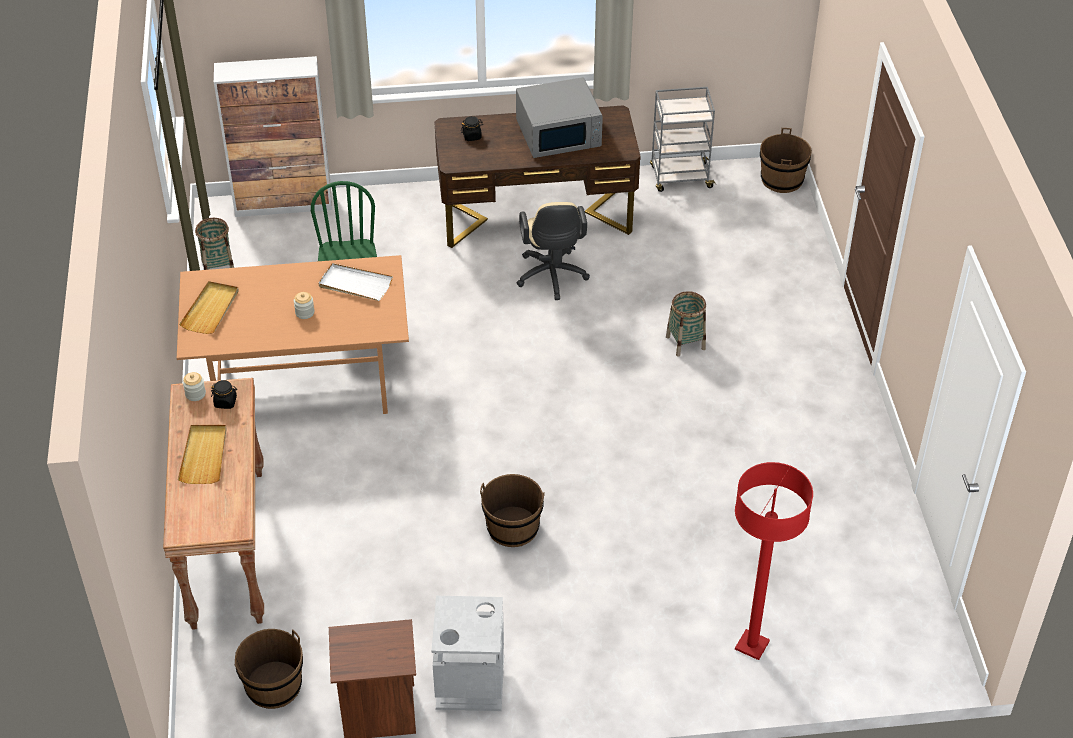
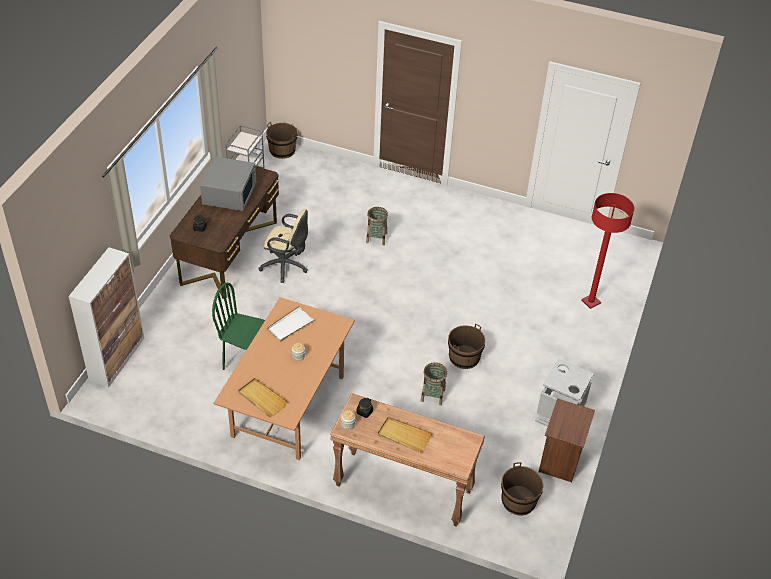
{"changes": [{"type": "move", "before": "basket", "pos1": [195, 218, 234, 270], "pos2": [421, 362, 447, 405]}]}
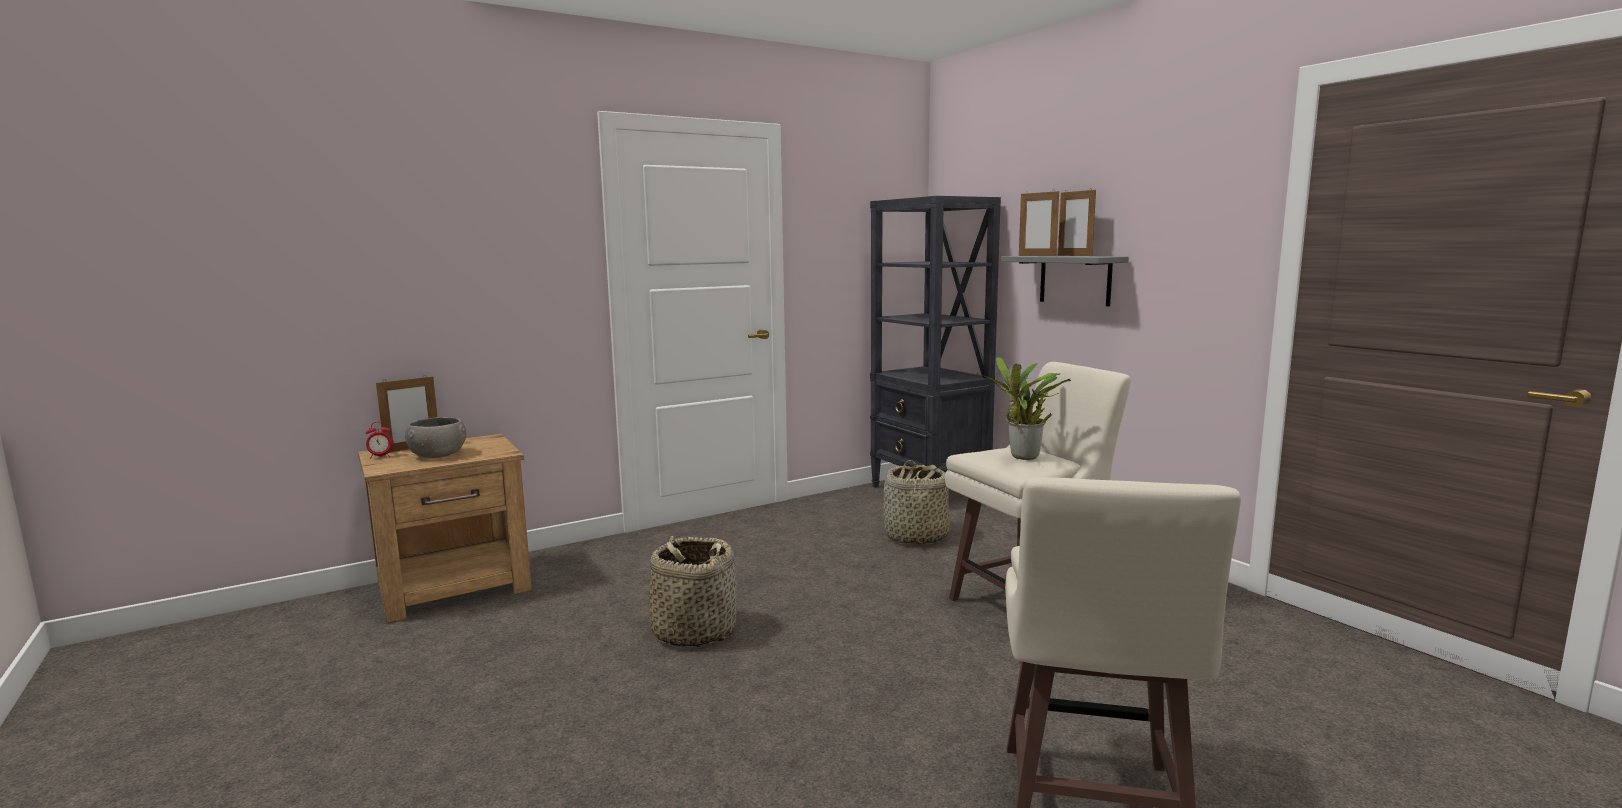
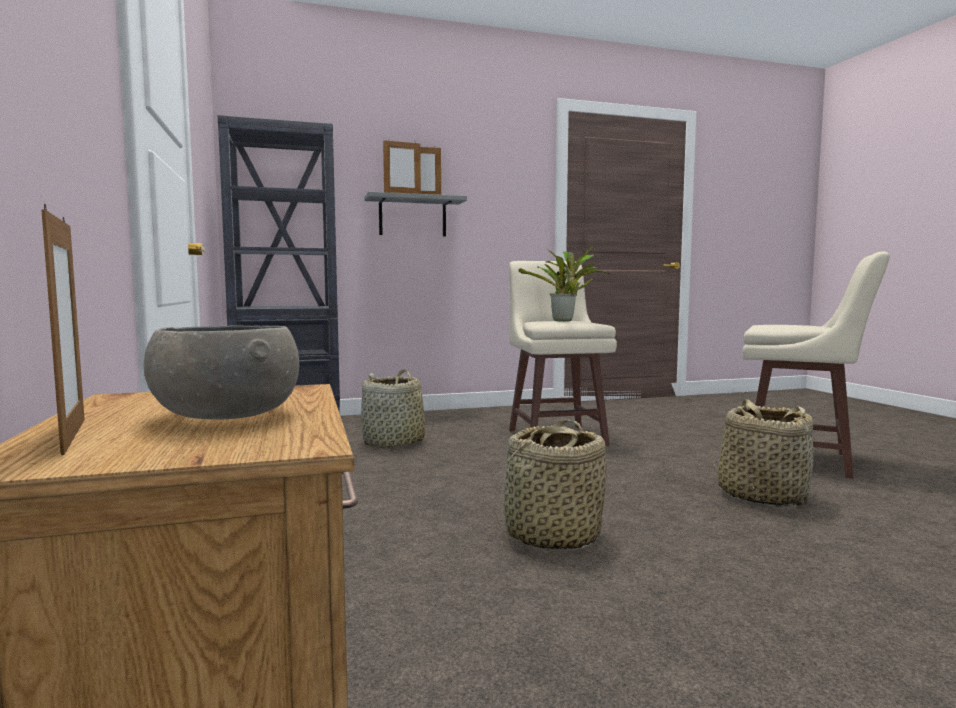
{"changes": [{"type": "delete", "before": "alarm clock", "pos1": [366, 422, 394, 457]}, {"type": "insert", "after": "basket", "pos2": [712, 399, 817, 507]}]}
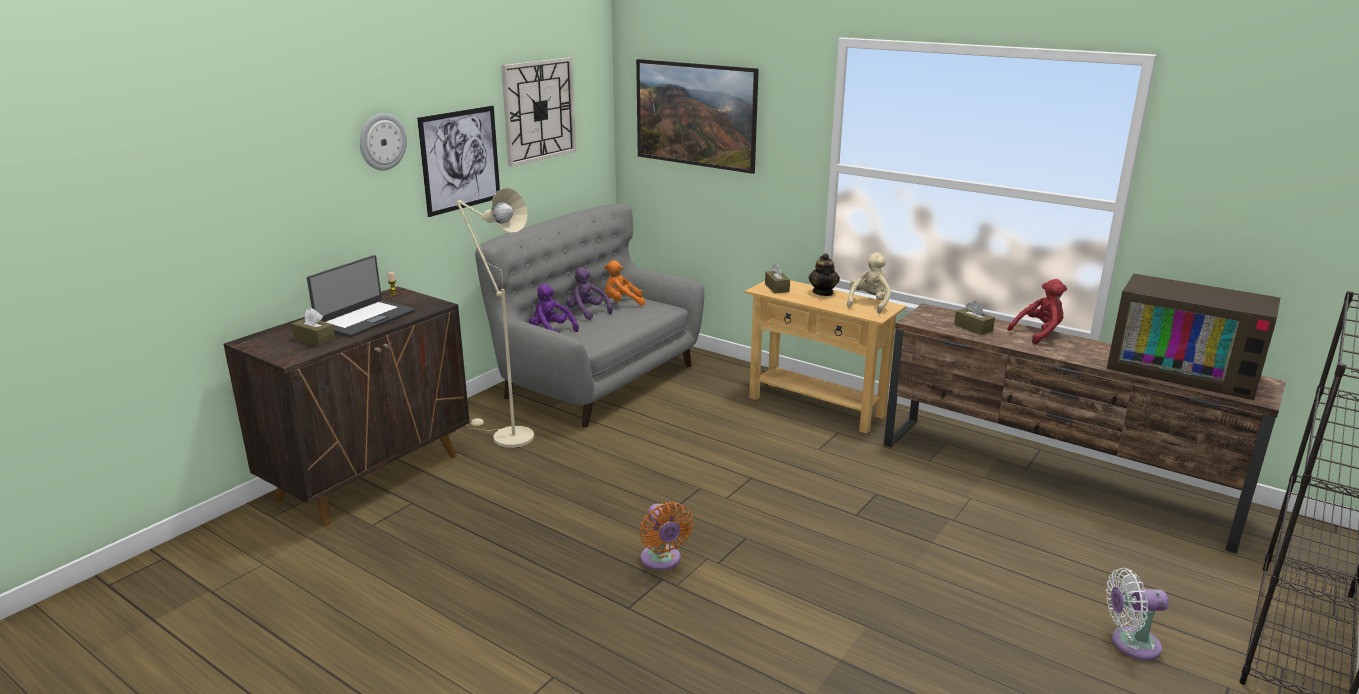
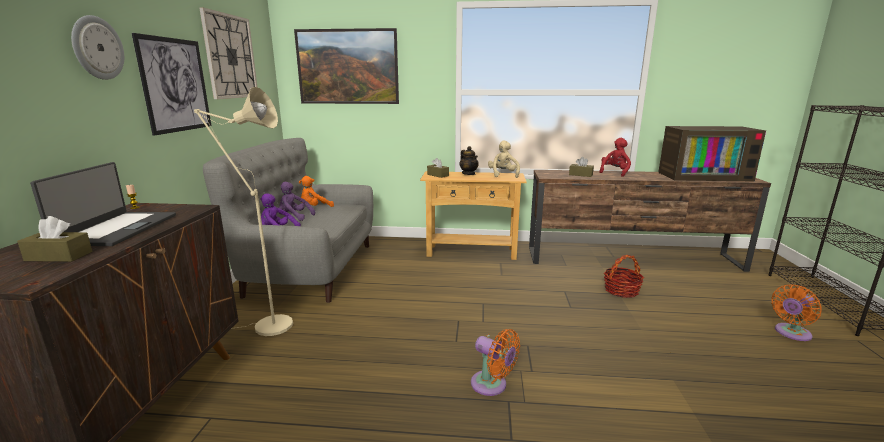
{"changes": [{"type": "recolor", "before": "fan (white)", "after": "fan (orange)", "pos1": [1106, 568, 1169, 660], "pos2": [771, 284, 822, 341]}, {"type": "insert", "after": "basket", "pos2": [604, 255, 644, 298]}]}
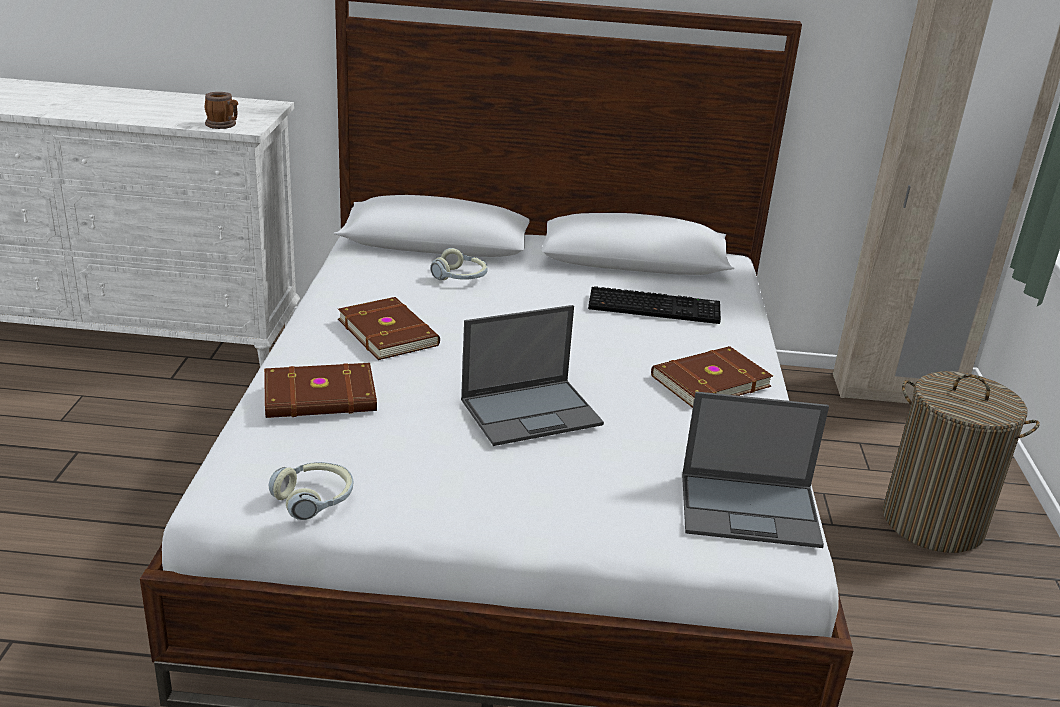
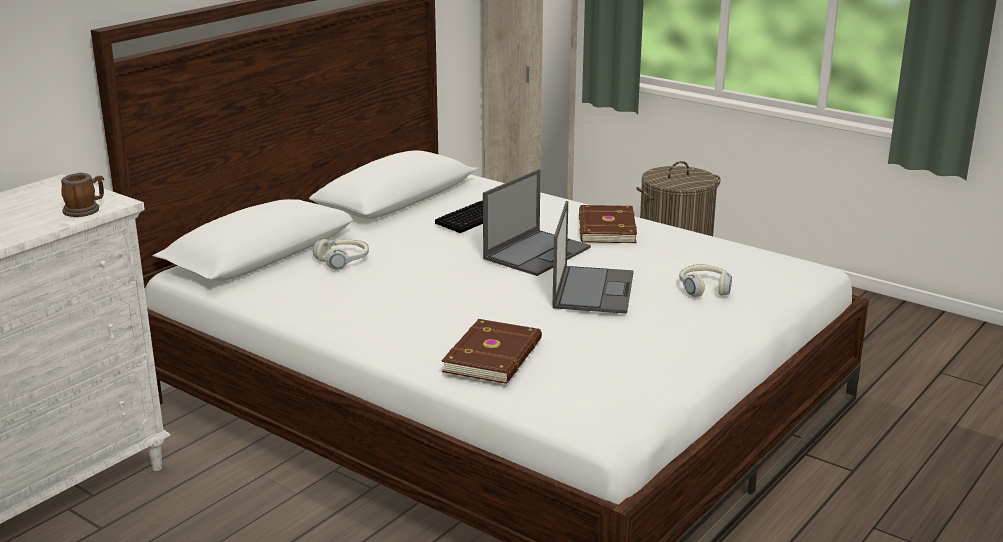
{"changes": [{"type": "delete", "before": "book (brown)", "pos1": [338, 297, 440, 360]}, {"type": "move", "before": "laptop", "pos1": [682, 391, 829, 548], "pos2": [483, 169, 591, 276]}, {"type": "move", "before": "headphones", "pos1": [268, 462, 353, 520], "pos2": [679, 264, 732, 297]}]}
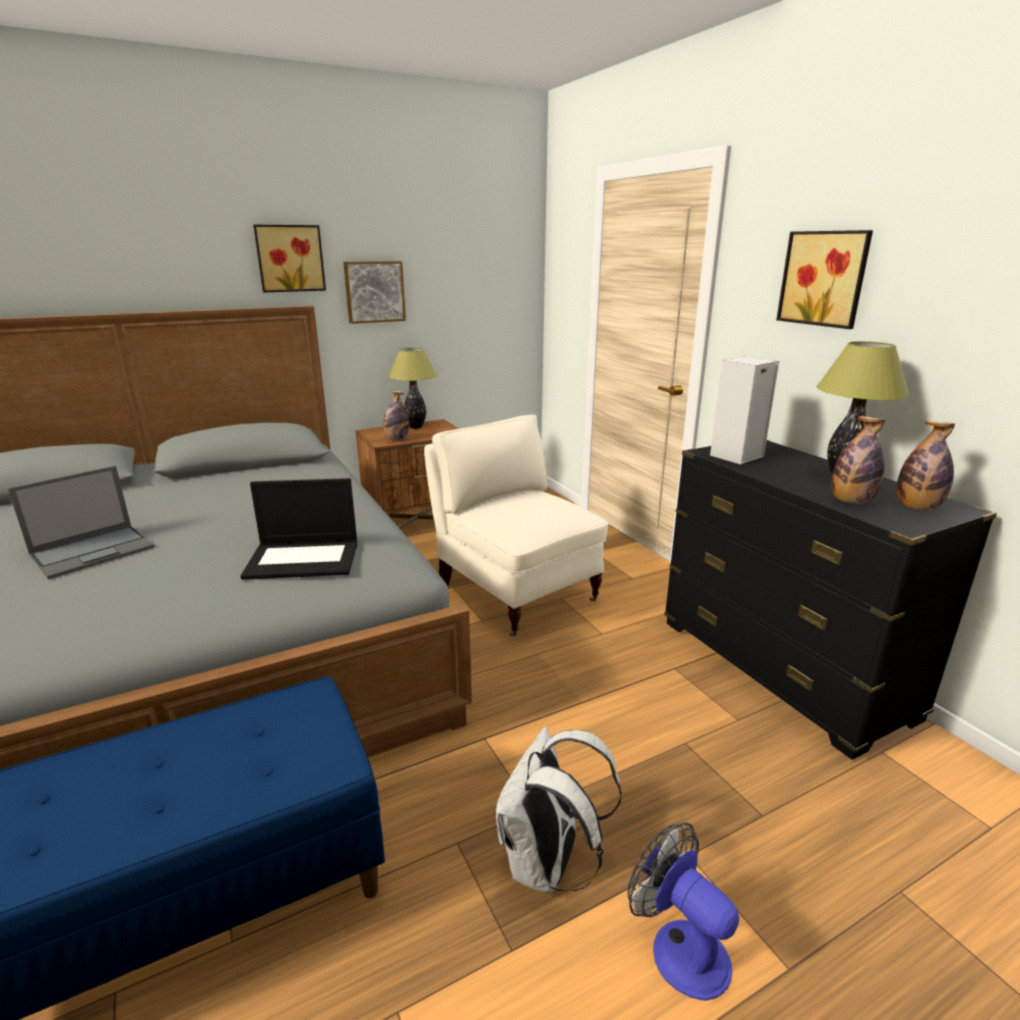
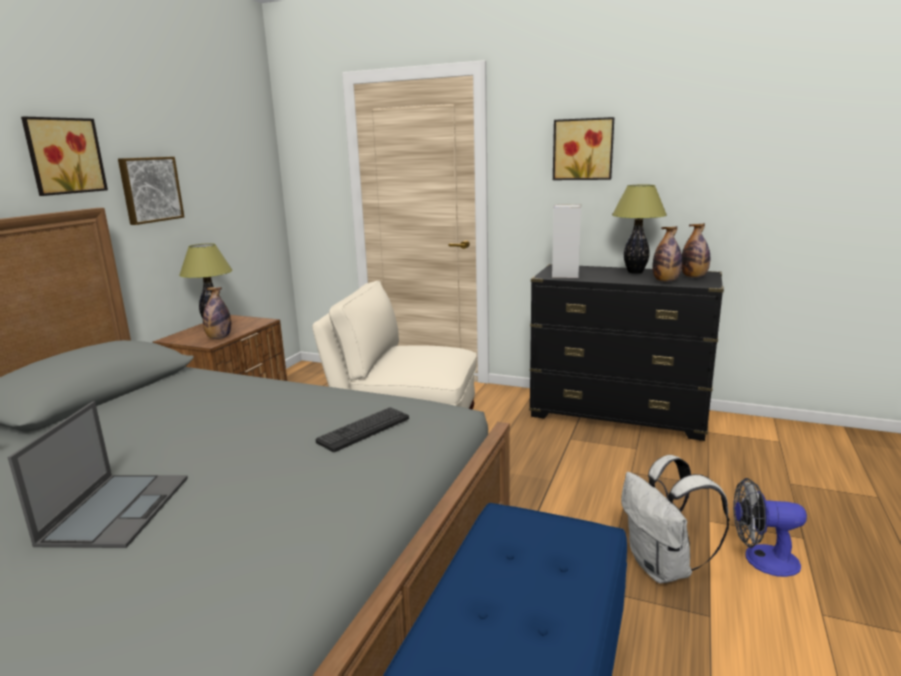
{"changes": [{"type": "replace", "before": "laptop", "after": "keyboard", "pos1": [241, 478, 358, 580], "pos2": [316, 407, 409, 452]}]}
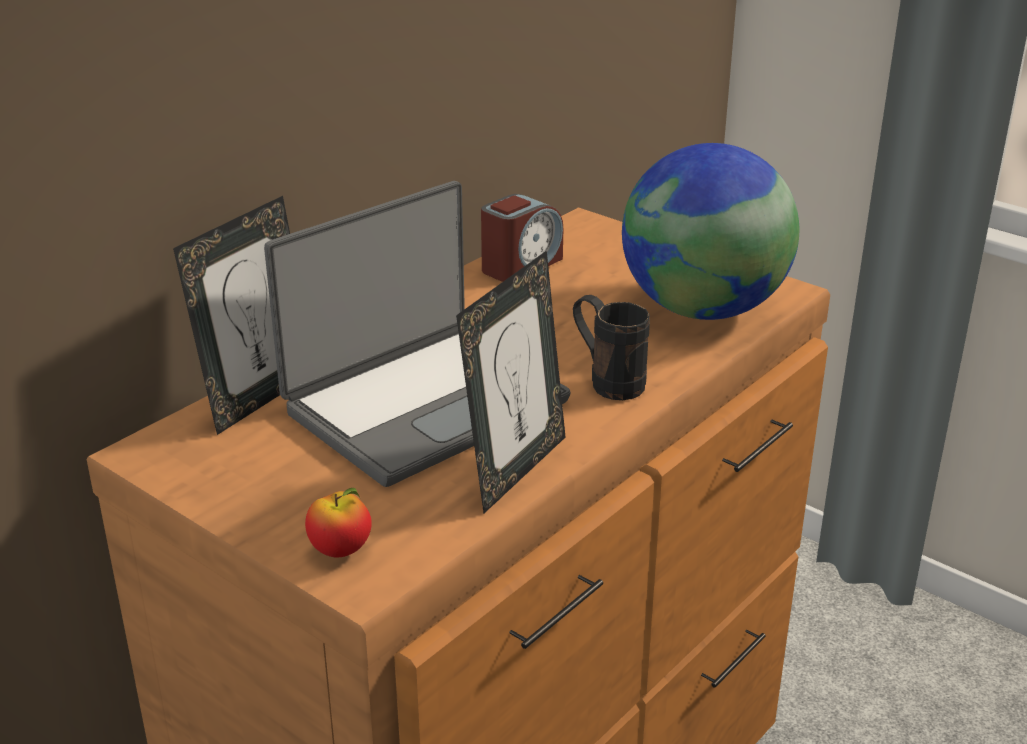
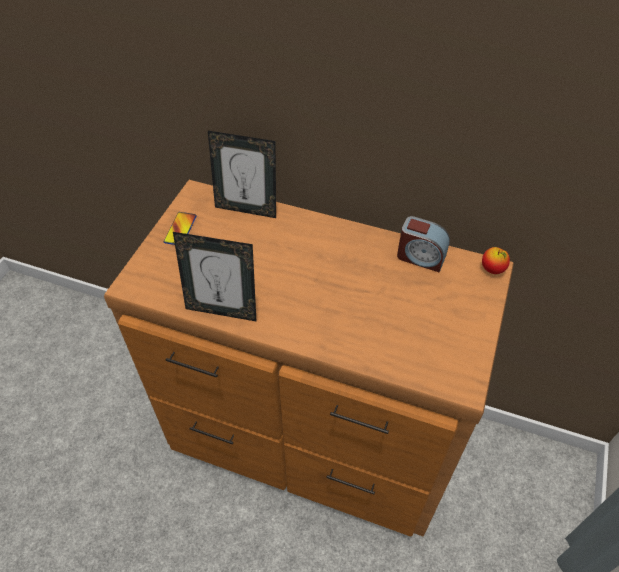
{"changes": [{"type": "delete", "before": "globe", "pos1": [622, 143, 799, 320]}, {"type": "delete", "before": "laptop", "pos1": [264, 181, 570, 487]}, {"type": "delete", "before": "mug (black)", "pos1": [573, 295, 650, 400]}, {"type": "move", "before": "apple", "pos1": [305, 488, 372, 557], "pos2": [482, 247, 510, 274]}, {"type": "insert", "after": "phone", "pos2": [164, 212, 197, 245]}]}
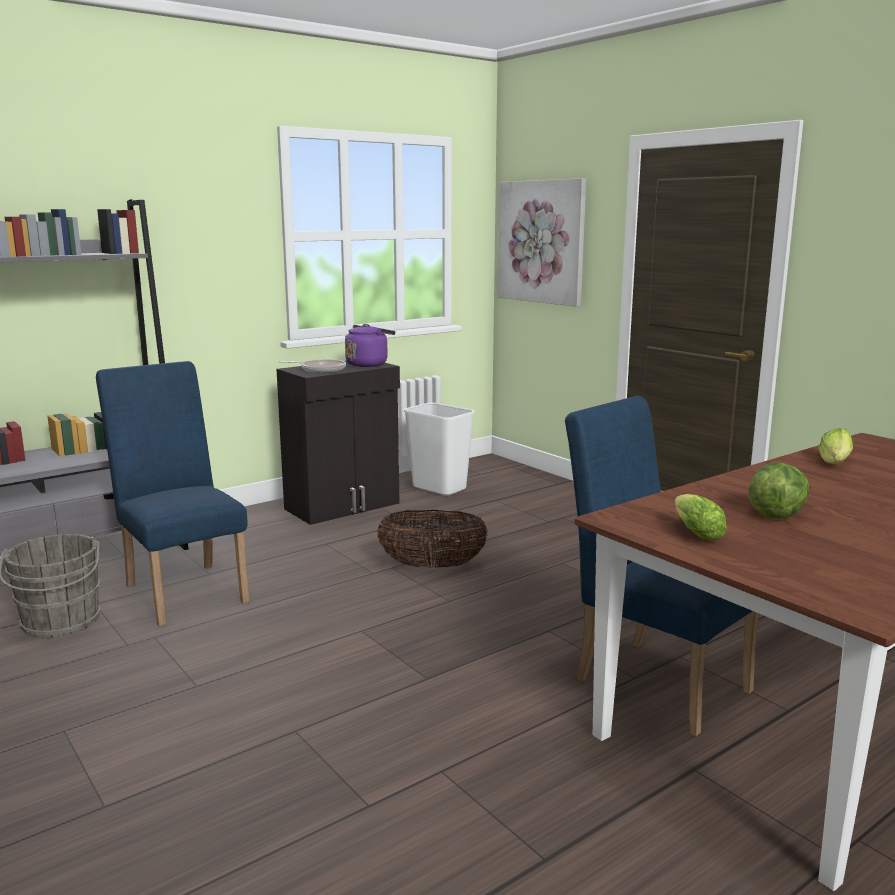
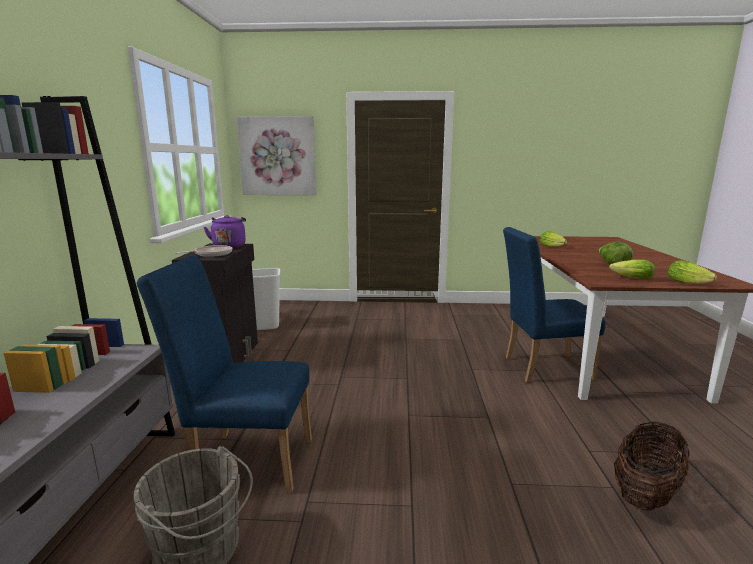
{"changes": [{"type": "move", "before": "basket", "pos1": [377, 510, 488, 568], "pos2": [614, 421, 689, 511]}, {"type": "insert", "after": "lettuce", "pos2": [667, 260, 717, 284]}]}
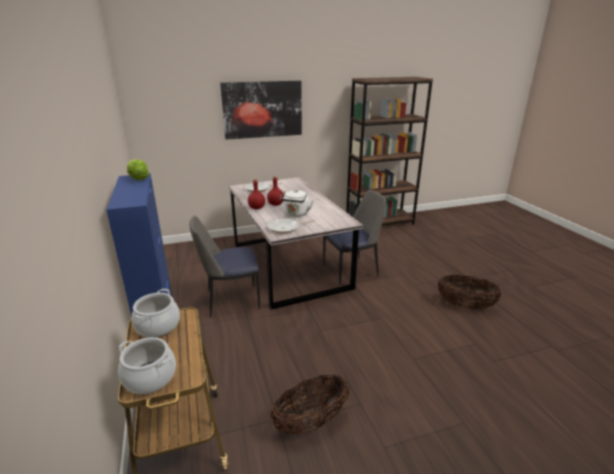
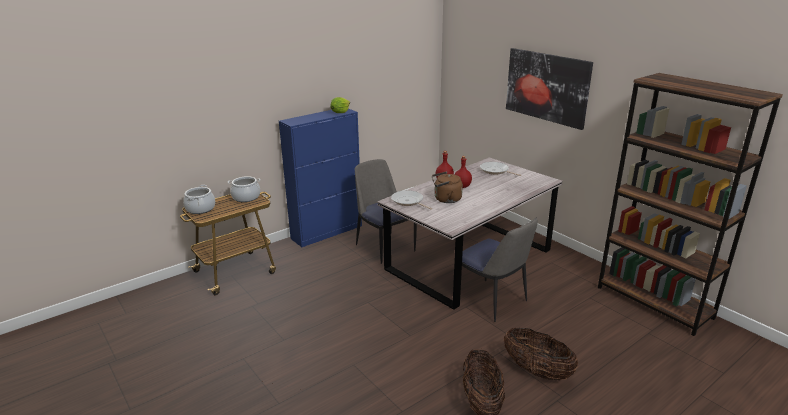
{"changes": [{"type": "recolor", "before": "kettle (white)", "after": "kettle (brown)", "pos1": [280, 190, 314, 217], "pos2": [432, 171, 463, 203]}, {"type": "move", "before": "basket", "pos1": [271, 375, 350, 435], "pos2": [503, 328, 578, 381]}]}
